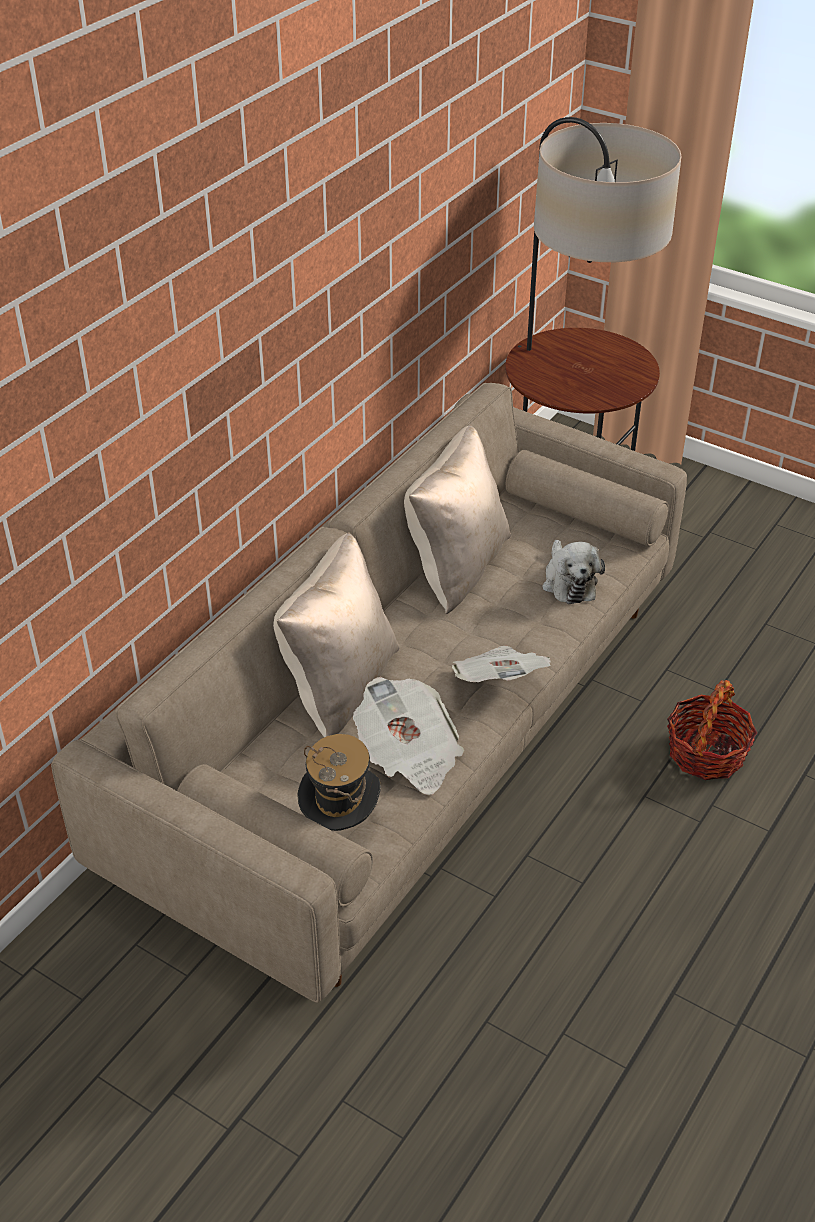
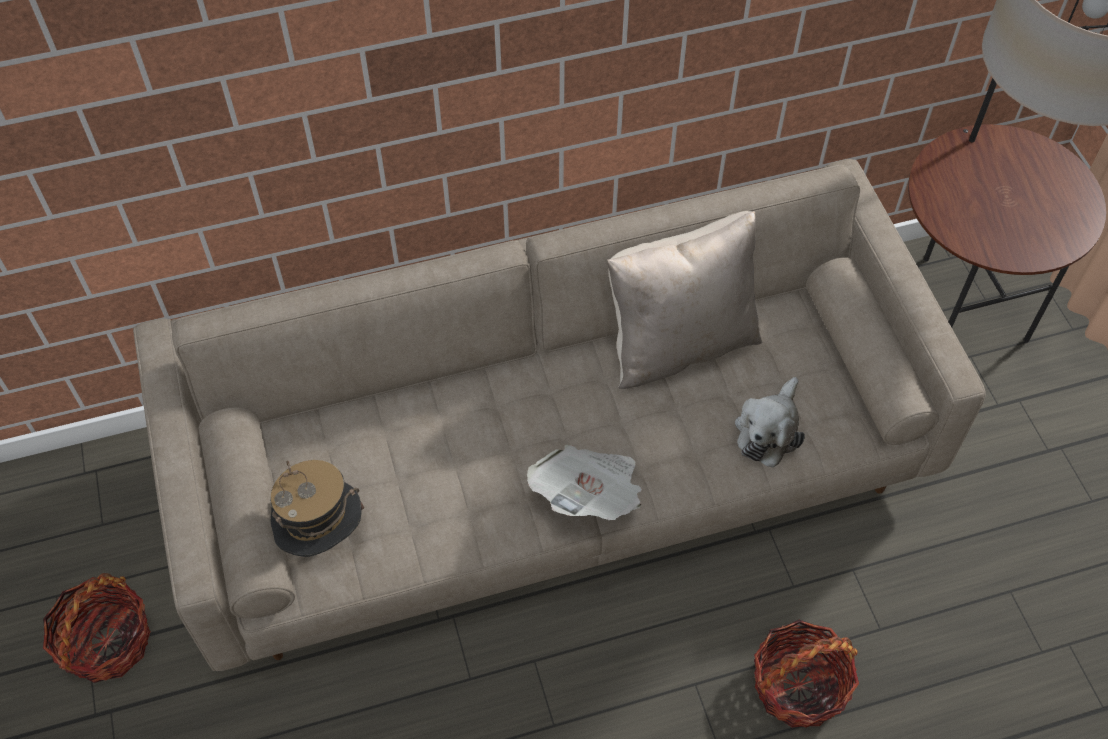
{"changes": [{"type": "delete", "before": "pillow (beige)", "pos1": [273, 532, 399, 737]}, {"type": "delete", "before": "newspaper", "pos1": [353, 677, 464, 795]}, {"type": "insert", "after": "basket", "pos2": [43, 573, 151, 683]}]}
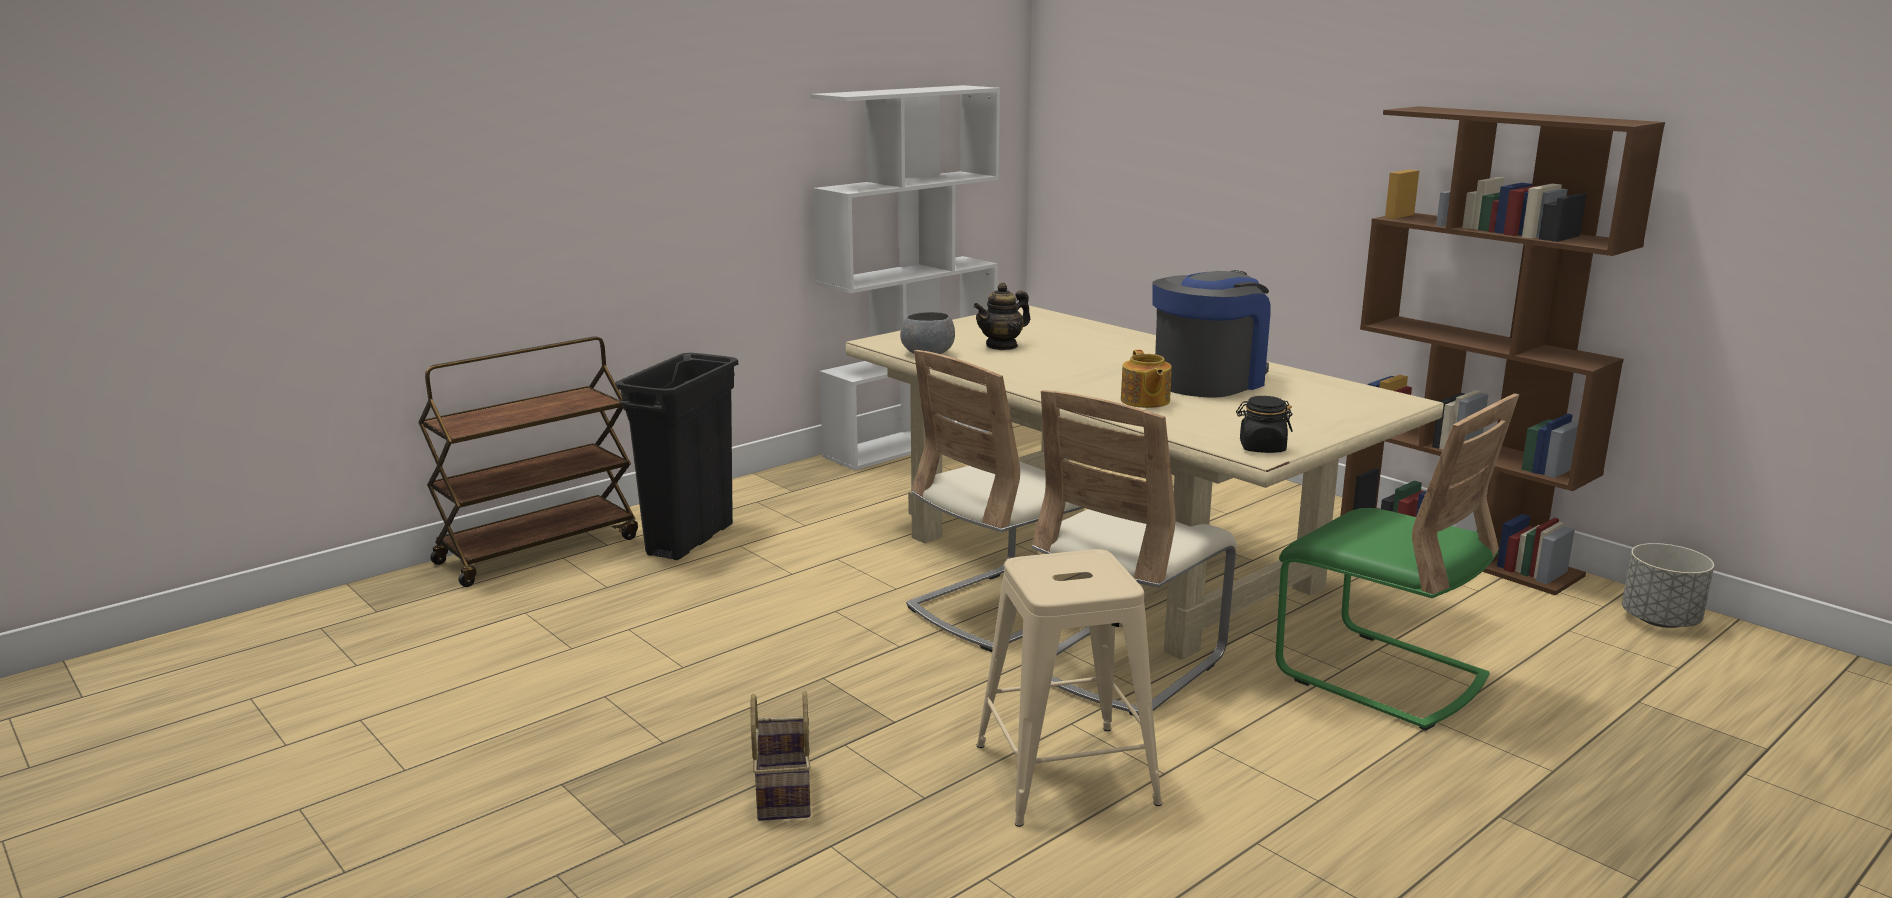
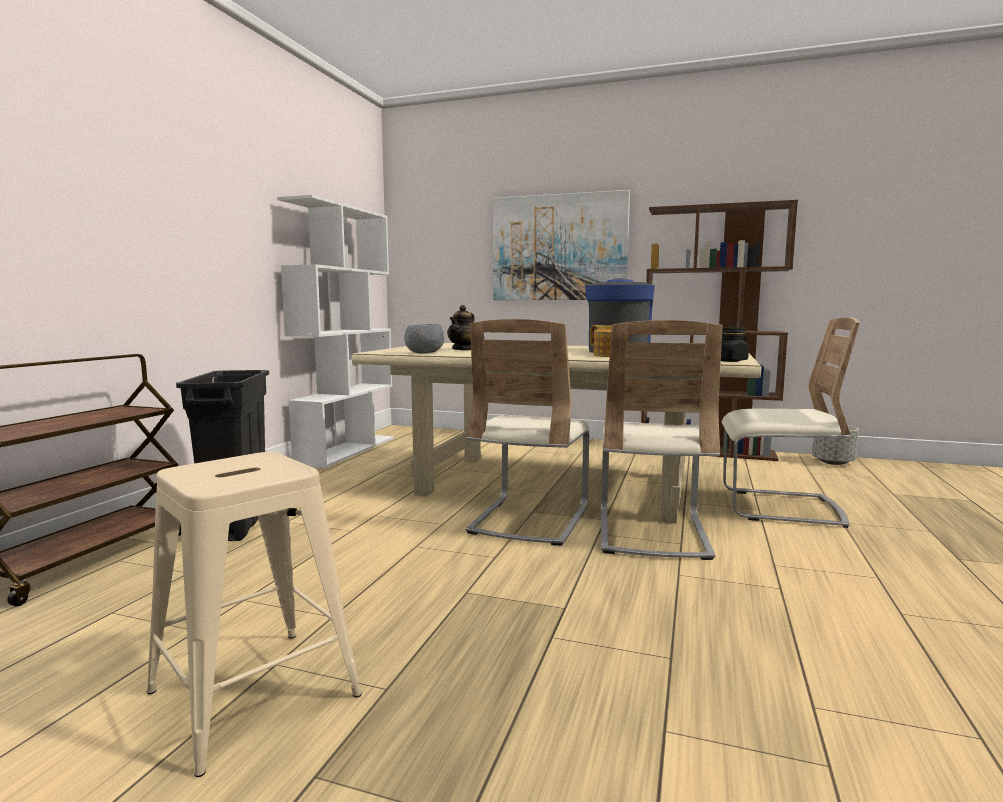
{"changes": [{"type": "recolor", "before": "chair (green)", "after": "chair (beige)", "pos1": [1276, 393, 1519, 731], "pos2": [722, 317, 860, 528]}, {"type": "move", "before": "stool (beige)", "pos1": [977, 549, 1162, 827], "pos2": [147, 452, 362, 777]}, {"type": "delete", "before": "basket", "pos1": [751, 691, 811, 821]}, {"type": "insert", "after": "picture", "pos2": [493, 190, 630, 300]}]}
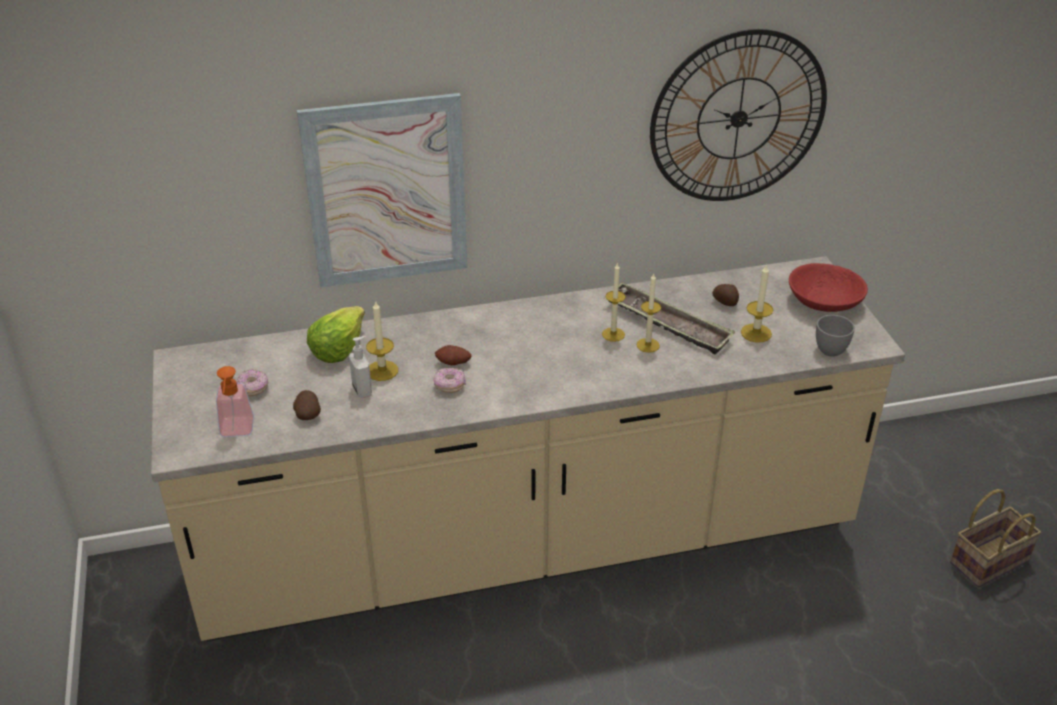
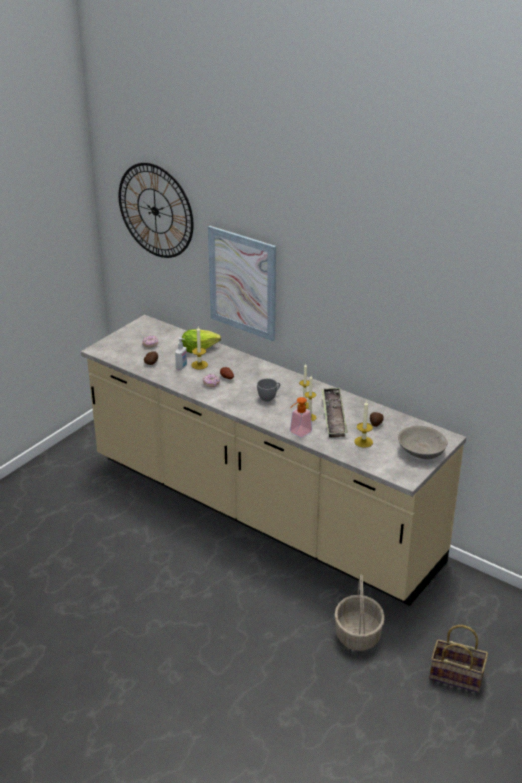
{"changes": [{"type": "move", "before": "wall clock", "pos1": [650, 29, 827, 201], "pos2": [119, 163, 193, 258]}, {"type": "recolor", "before": "bowl (red)", "after": "bowl (grey)", "pos1": [789, 263, 868, 312], "pos2": [398, 426, 448, 459]}, {"type": "move", "before": "cup (grey)", "pos1": [816, 315, 855, 357], "pos2": [257, 378, 280, 401]}, {"type": "move", "before": "soap dispenser", "pos1": [216, 366, 254, 437], "pos2": [290, 397, 312, 438]}, {"type": "insert", "after": "basket", "pos2": [334, 574, 385, 651]}]}
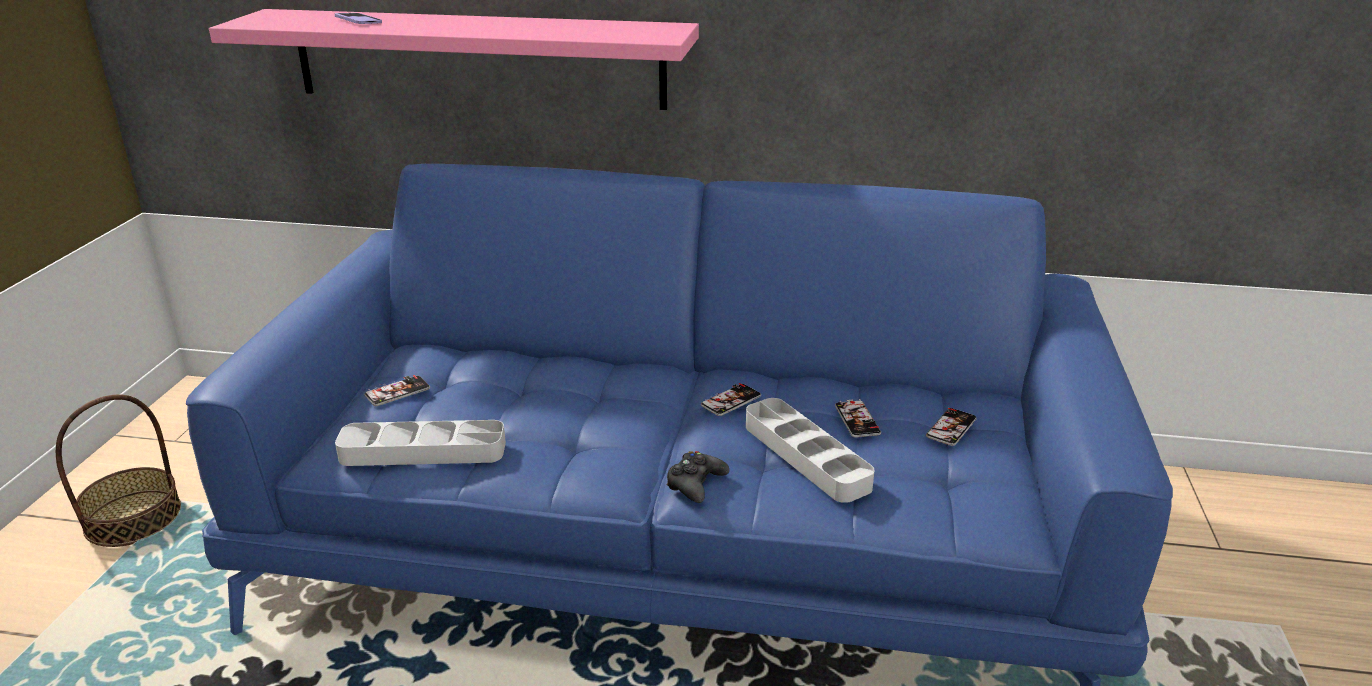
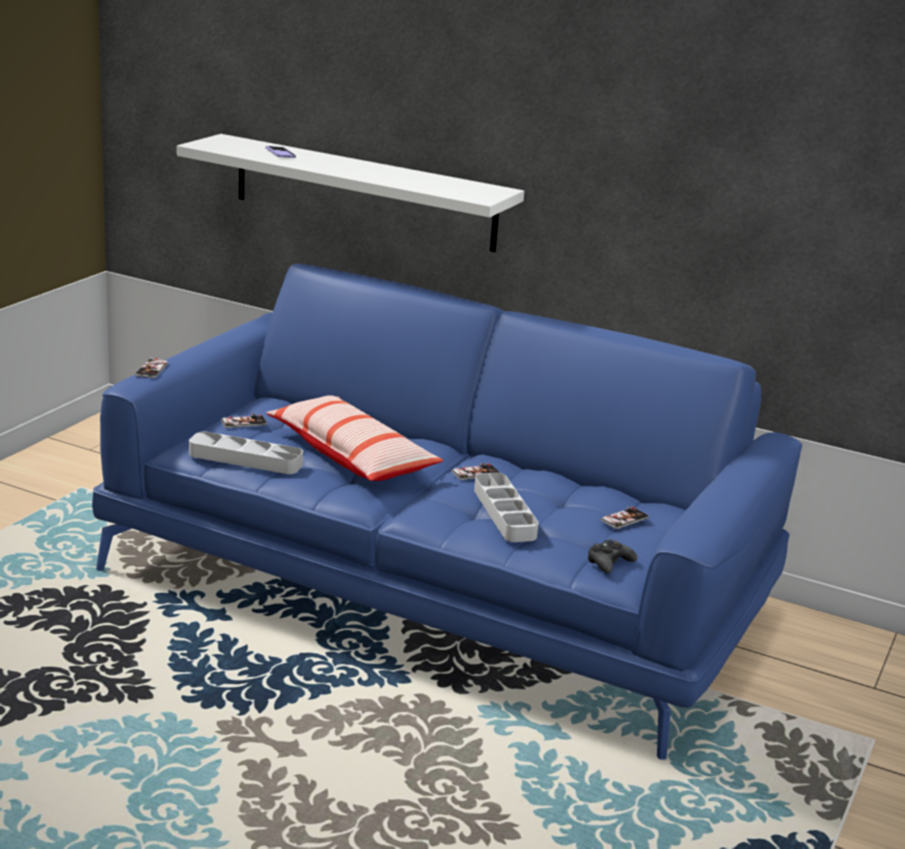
{"changes": [{"type": "recolor", "before": "shelf (pink)", "after": "shelf (white)", "pos1": [209, 9, 699, 110], "pos2": [177, 134, 524, 252]}, {"type": "delete", "before": "basket", "pos1": [56, 394, 181, 547]}, {"type": "move", "before": "phone", "pos1": [835, 399, 881, 438], "pos2": [135, 357, 169, 378]}, {"type": "move", "before": "game controller (black)", "pos1": [666, 451, 729, 503], "pos2": [587, 539, 637, 574]}, {"type": "insert", "after": "pillow", "pos2": [266, 395, 443, 481]}]}
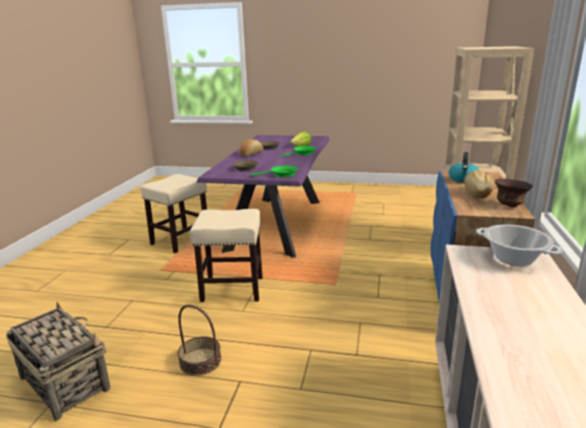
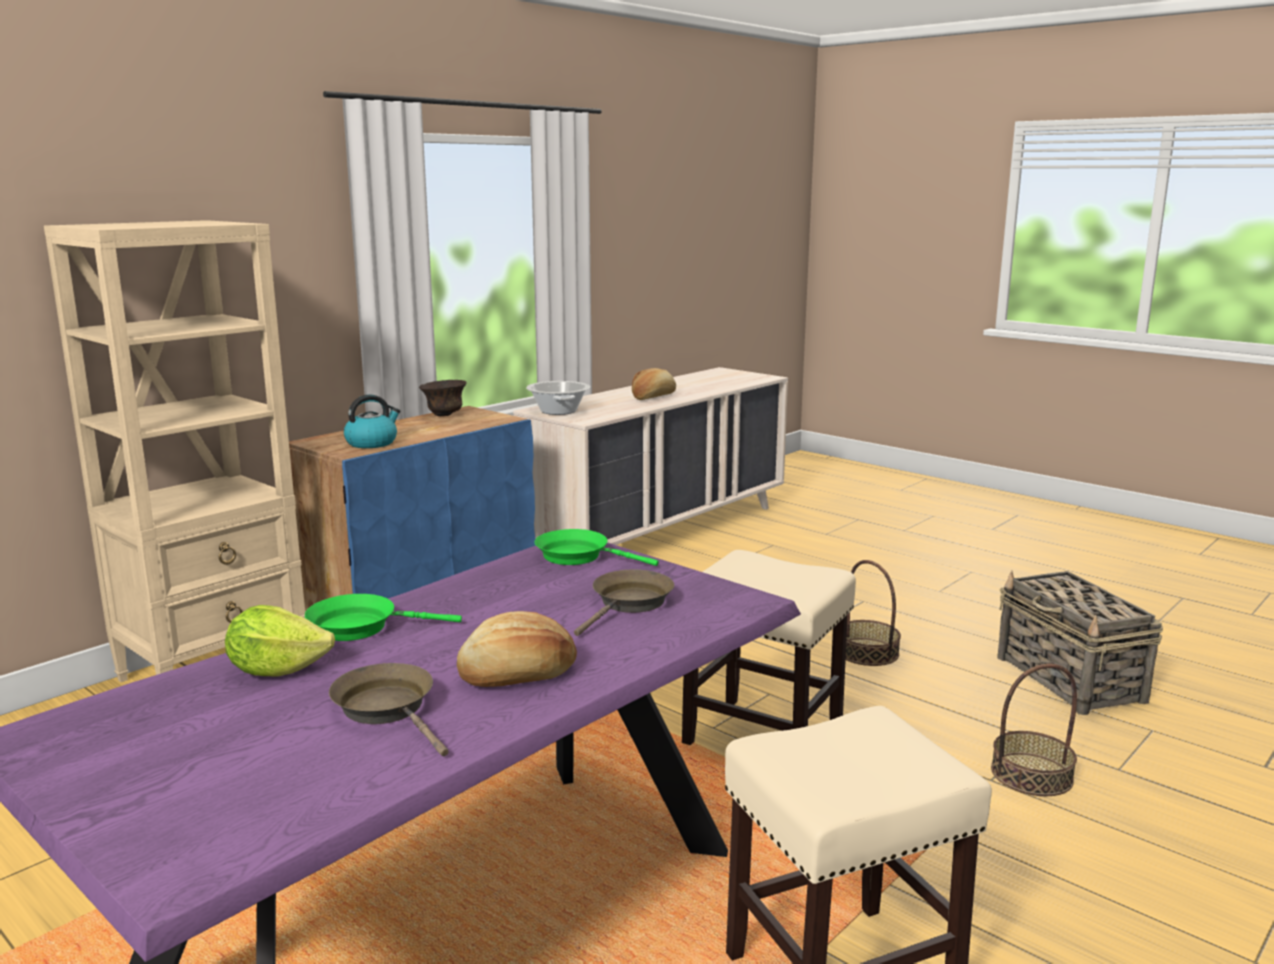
{"changes": [{"type": "move", "before": "bread", "pos1": [464, 170, 495, 198], "pos2": [632, 368, 676, 400]}, {"type": "insert", "after": "basket", "pos2": [991, 664, 1077, 796]}]}
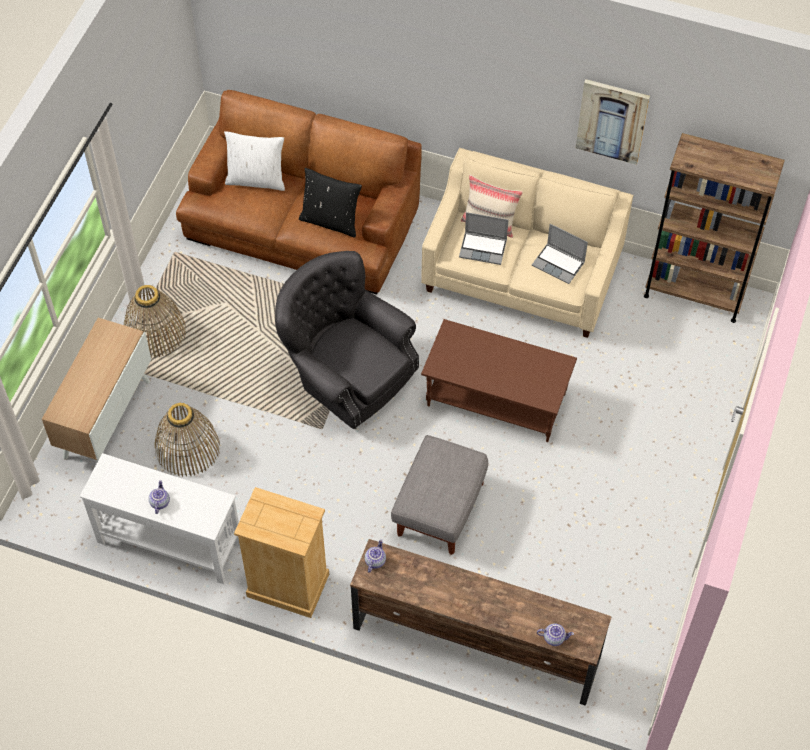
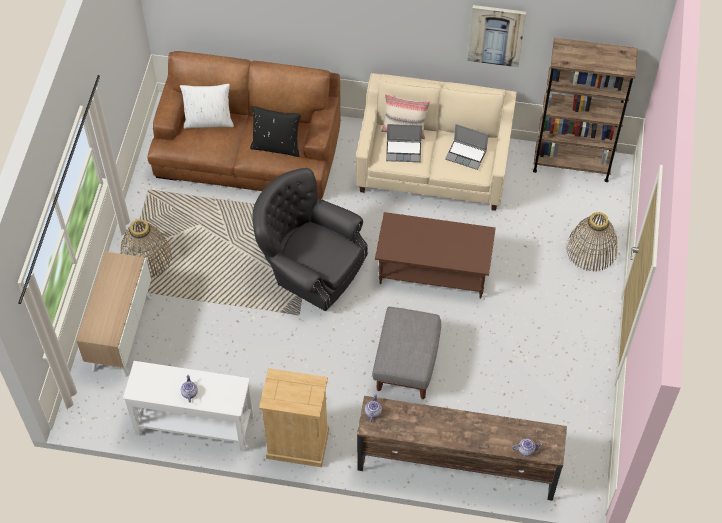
{"changes": [{"type": "move", "before": "basket", "pos1": [155, 403, 220, 477], "pos2": [566, 212, 618, 272]}]}
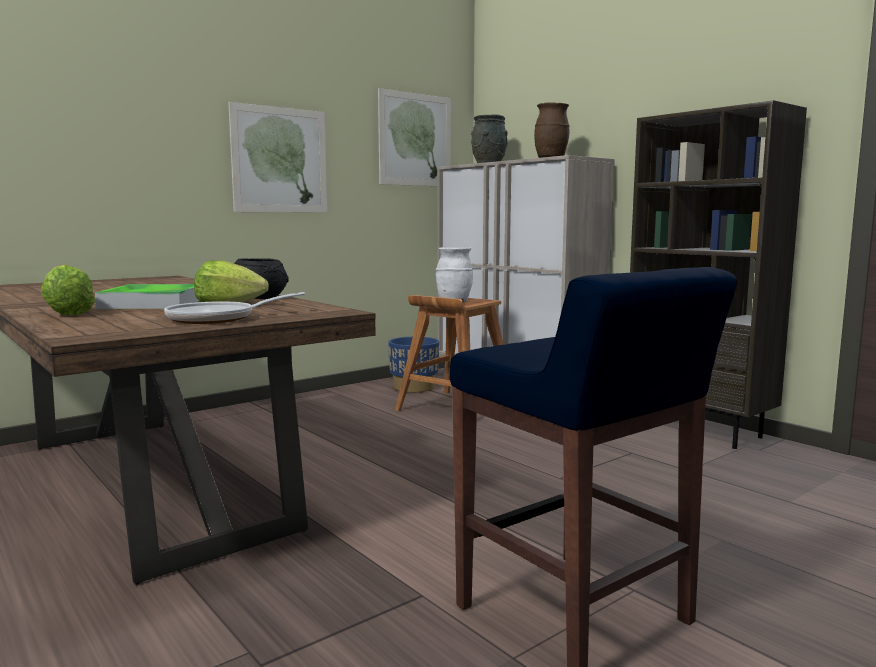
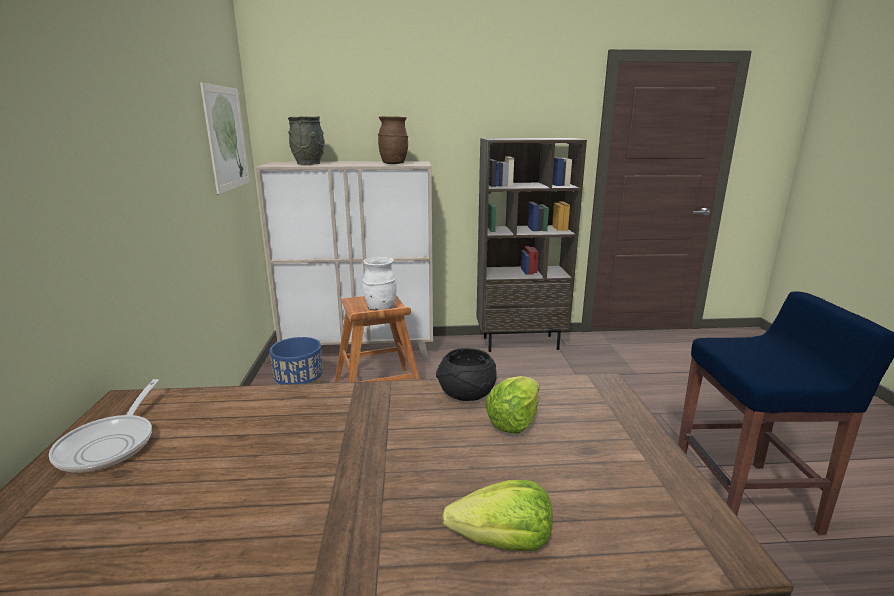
{"changes": [{"type": "delete", "before": "picture", "pos1": [228, 102, 327, 213]}, {"type": "delete", "before": "tray", "pos1": [95, 284, 199, 309]}, {"type": "move", "before": "frying pan", "pos1": [164, 292, 305, 324], "pos2": [49, 379, 159, 473]}]}
